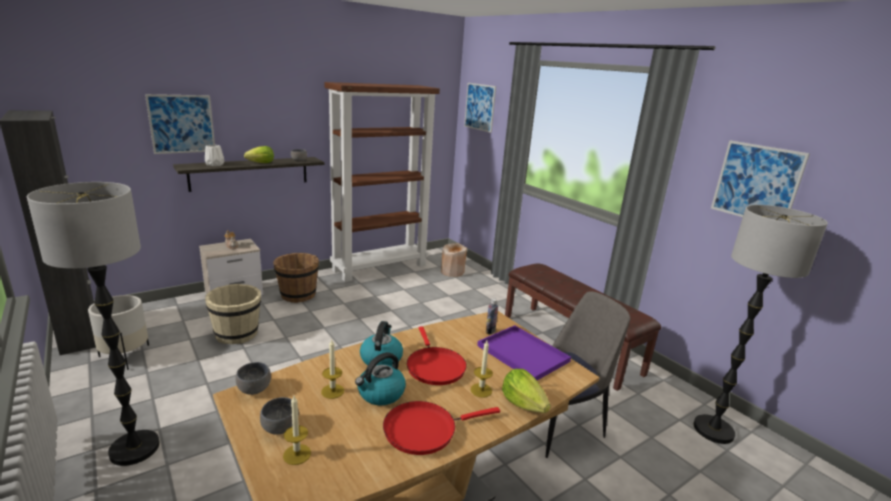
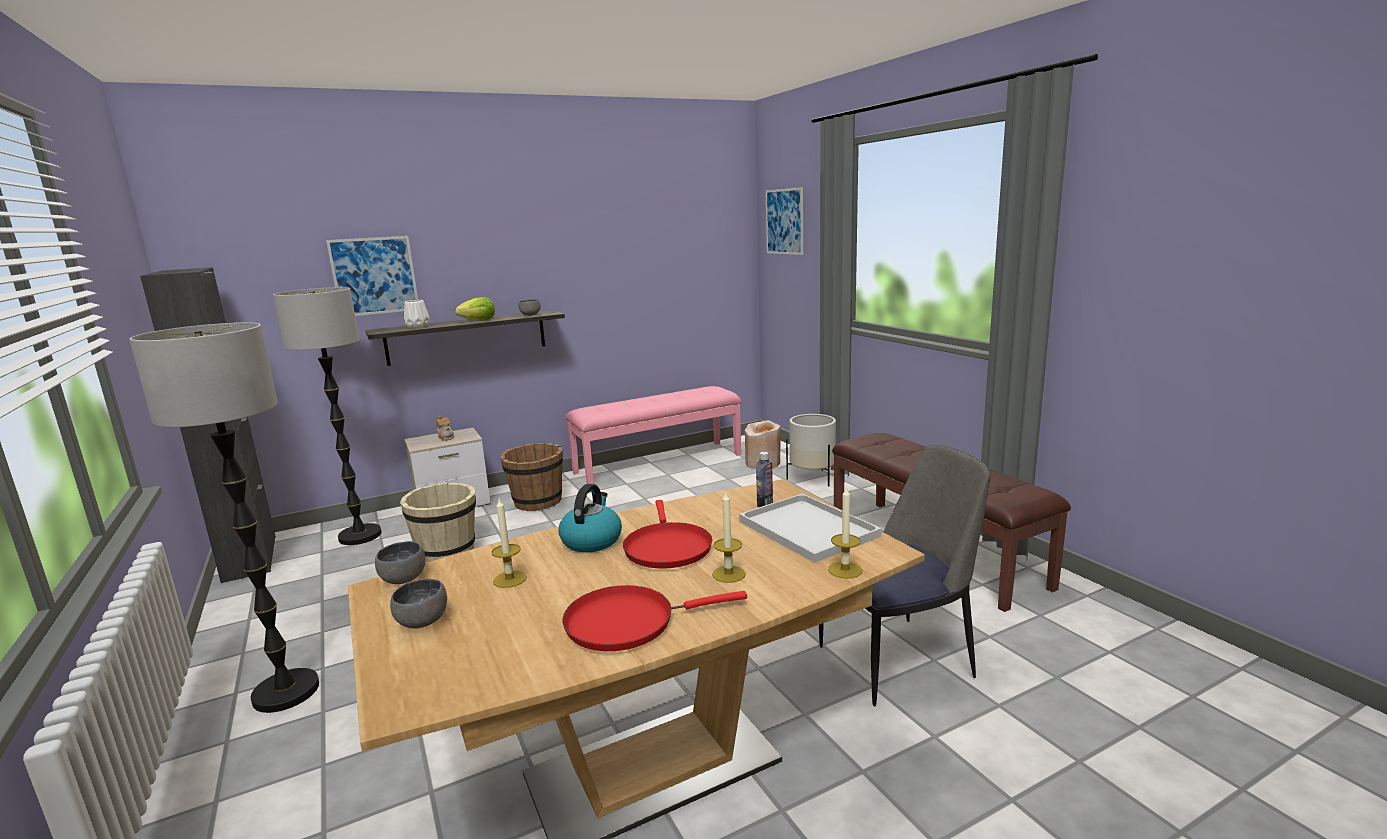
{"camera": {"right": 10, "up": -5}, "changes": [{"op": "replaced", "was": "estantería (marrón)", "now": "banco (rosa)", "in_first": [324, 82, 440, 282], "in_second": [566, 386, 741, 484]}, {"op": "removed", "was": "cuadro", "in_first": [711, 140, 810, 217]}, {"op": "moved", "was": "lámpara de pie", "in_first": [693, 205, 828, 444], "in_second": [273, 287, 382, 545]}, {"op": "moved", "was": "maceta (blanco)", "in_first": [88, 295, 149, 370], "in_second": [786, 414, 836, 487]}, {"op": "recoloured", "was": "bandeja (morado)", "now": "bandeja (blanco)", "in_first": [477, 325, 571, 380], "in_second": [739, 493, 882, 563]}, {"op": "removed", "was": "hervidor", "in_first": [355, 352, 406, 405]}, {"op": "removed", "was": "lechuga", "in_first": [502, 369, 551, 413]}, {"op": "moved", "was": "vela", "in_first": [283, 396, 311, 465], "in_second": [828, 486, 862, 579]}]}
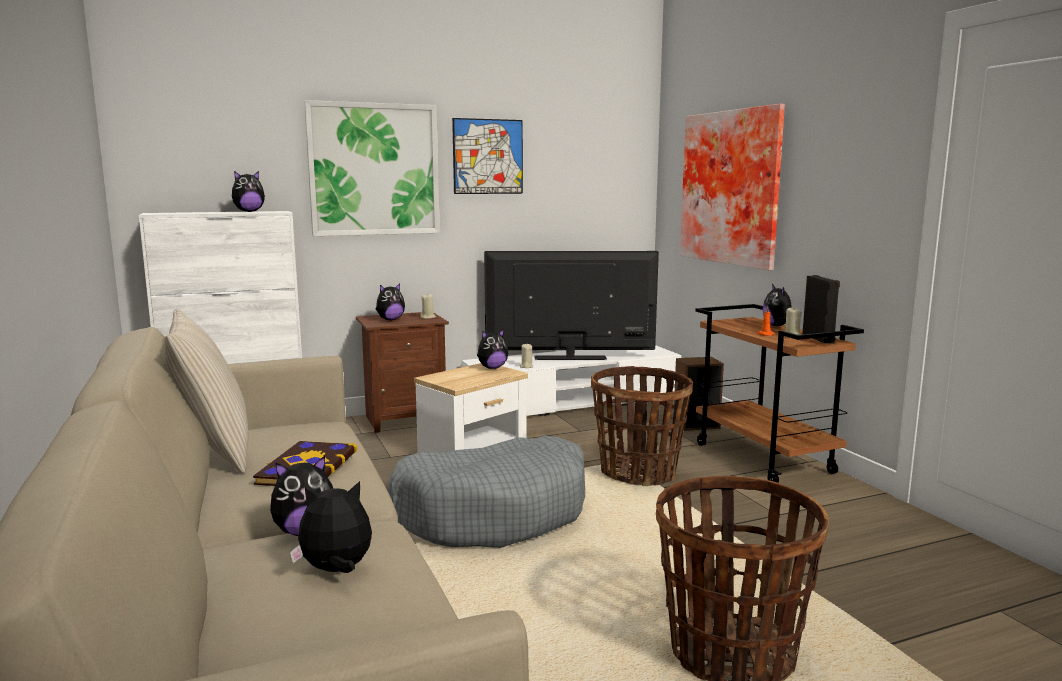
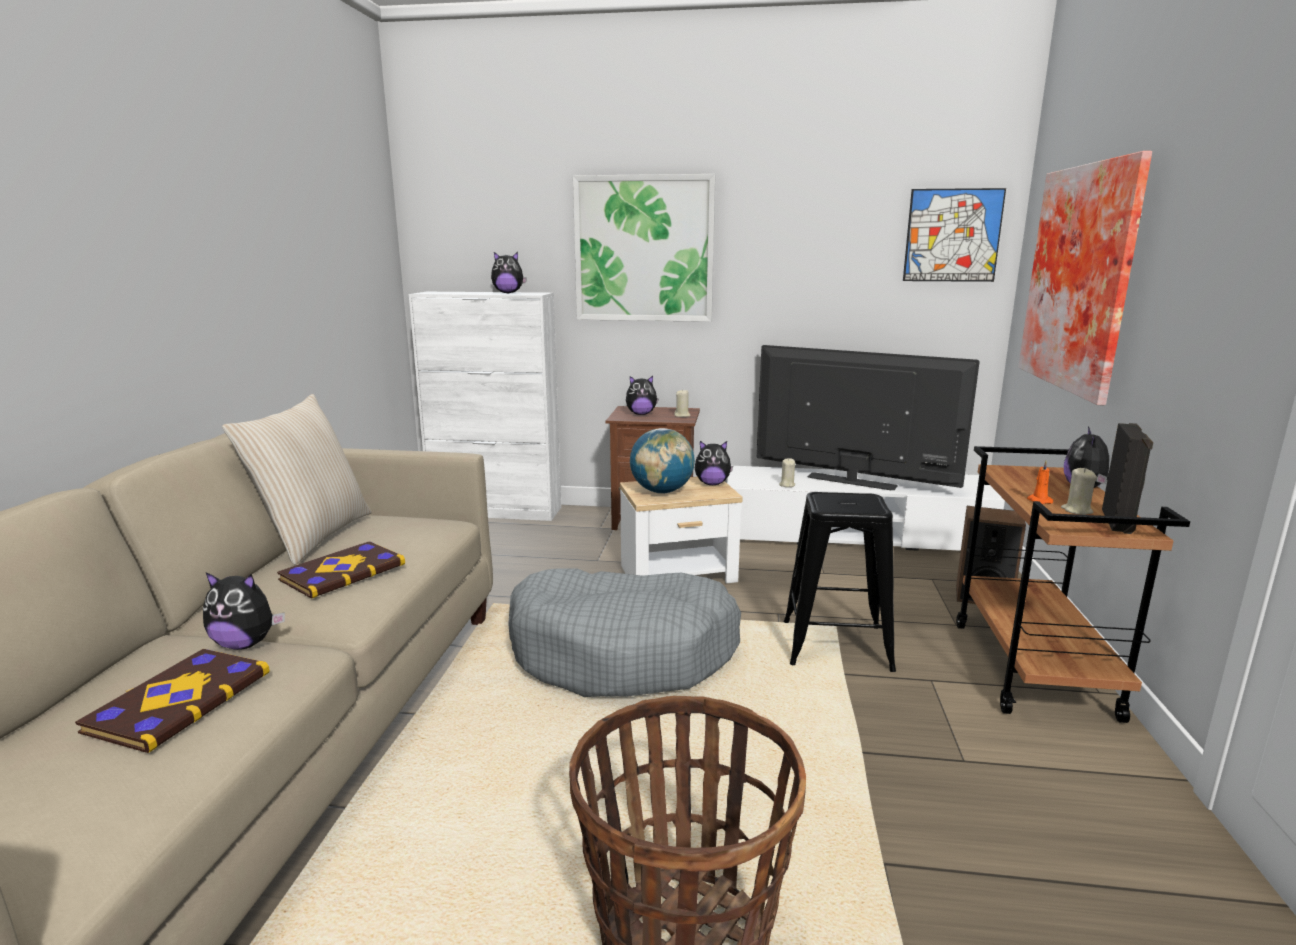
{"camera": {"right": 30, "up": 5}, "changes": [{"op": "moved", "was": "cuadro", "in_first": [452, 118, 523, 194], "in_second": [903, 188, 1006, 282]}, {"op": "replaced", "was": "cesta", "now": "taburete (negro)", "in_first": [591, 366, 693, 486], "in_second": [784, 492, 896, 672]}, {"op": "replaced", "was": "peluche", "now": "libro", "in_first": [290, 481, 372, 573], "in_second": [75, 649, 270, 753]}, {"op": "added", "now": "globo terráqueo", "in_second": [630, 428, 695, 494]}]}
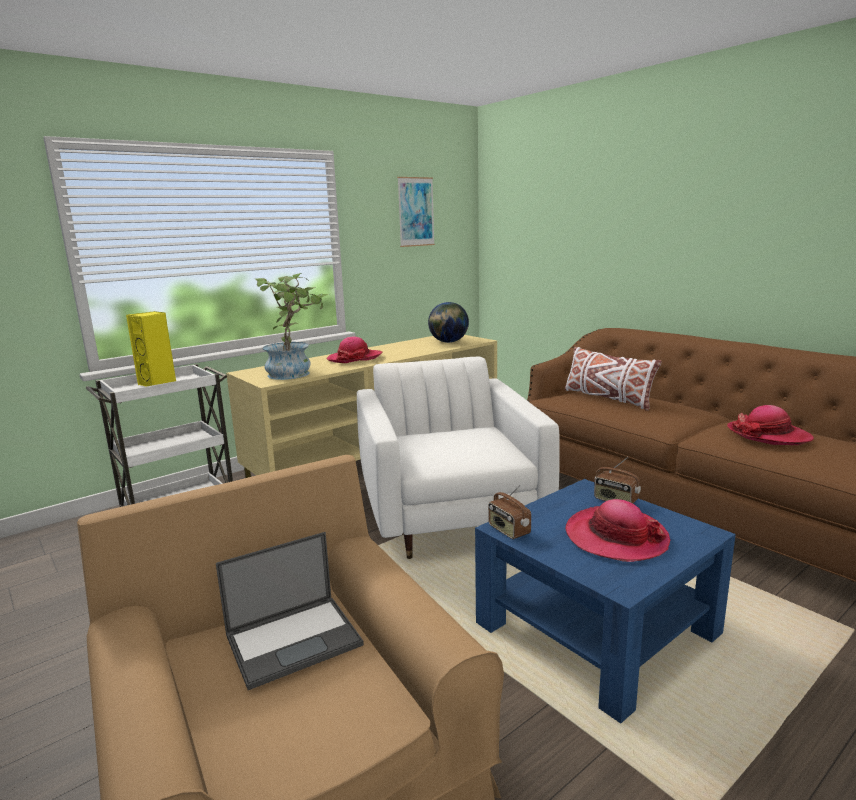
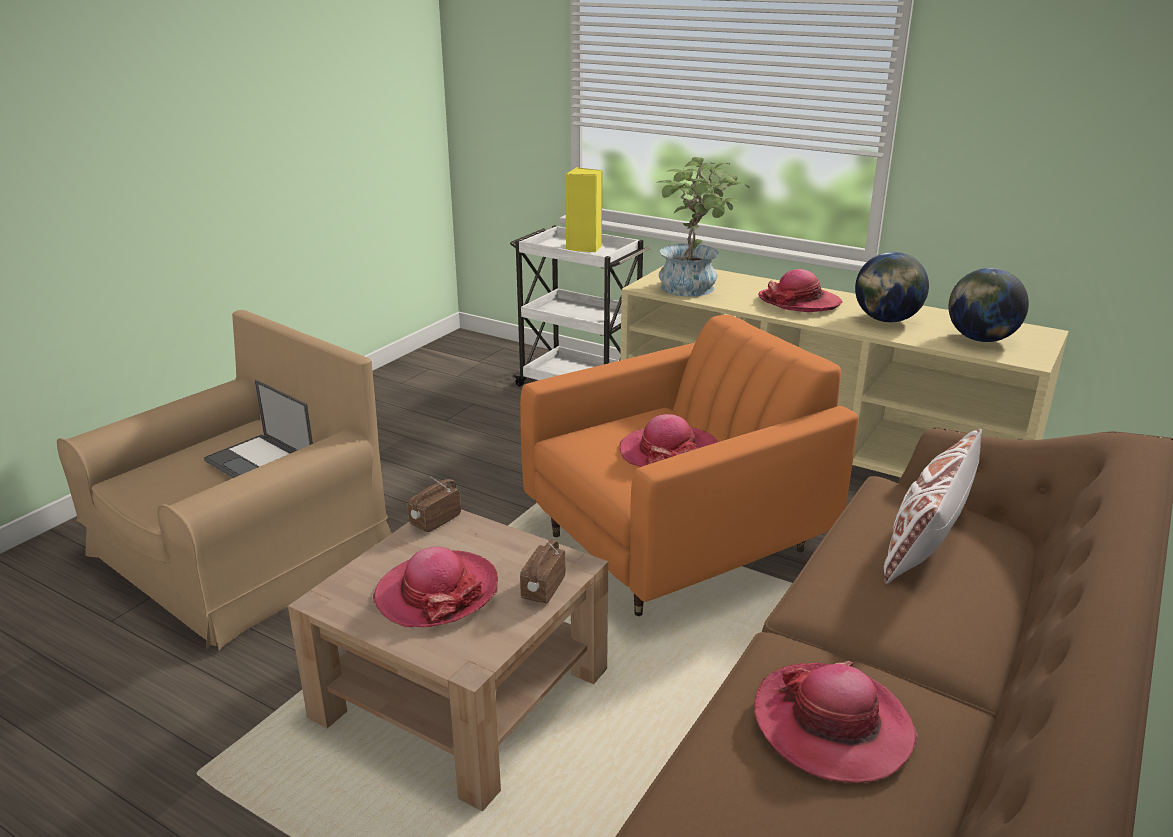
{"camera": {"right": 70, "up": 10}, "changes": [{"op": "removed", "was": "cuadro", "in_first": [397, 177, 435, 247]}, {"op": "recoloured", "was": "sillón (blanco)", "now": "sillón (naranja)", "in_first": [357, 357, 560, 559], "in_second": [520, 315, 859, 616]}, {"op": "recoloured", "was": "mesa de centro (azul)", "now": "mesa de centro (marrón)", "in_first": [475, 479, 736, 724], "in_second": [288, 509, 609, 812]}, {"op": "added", "now": "globo terráqueo", "in_second": [855, 252, 929, 322]}, {"op": "added", "now": "sombrero", "in_second": [620, 414, 718, 467]}]}
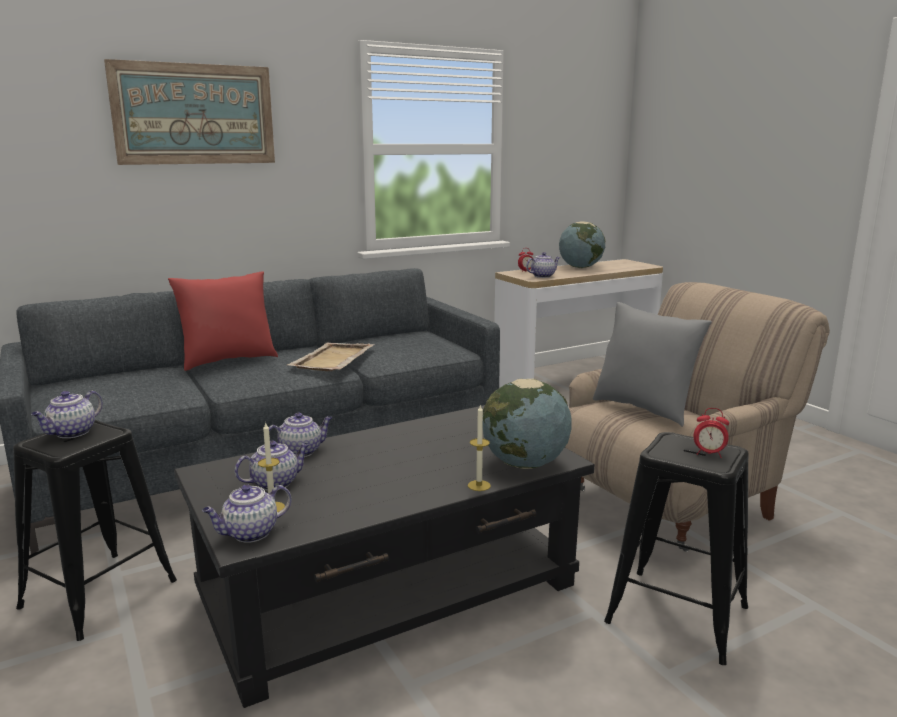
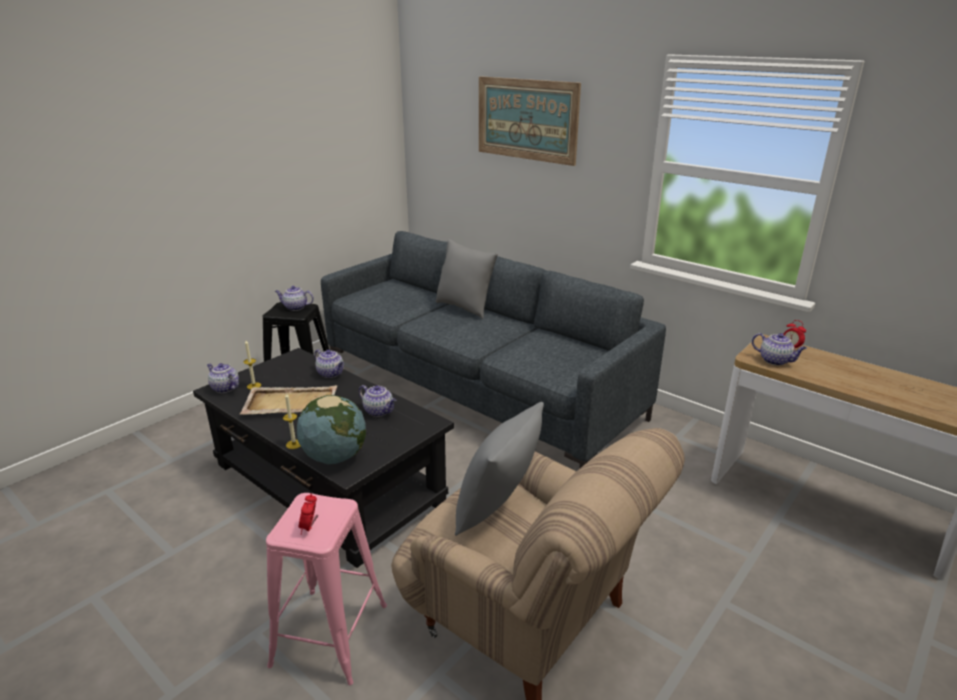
{"camera": {"right": 70, "up": 10}, "changes": [{"op": "removed", "was": "globo terráqueo", "in_first": [559, 221, 605, 268]}, {"op": "recoloured", "was": "cojín (rojo)", "now": "cojín (gris)", "in_first": [168, 272, 278, 371], "in_second": [435, 239, 498, 319]}, {"op": "moved", "was": "bandeja (beis)", "in_first": [287, 343, 375, 371], "in_second": [240, 385, 337, 415]}, {"op": "recoloured", "was": "taburete (negro)", "now": "taburete (rosa)", "in_first": [604, 432, 749, 665], "in_second": [266, 493, 387, 685]}, {"op": "moved", "was": "tetera", "in_first": [235, 441, 310, 491], "in_second": [359, 385, 396, 417]}]}
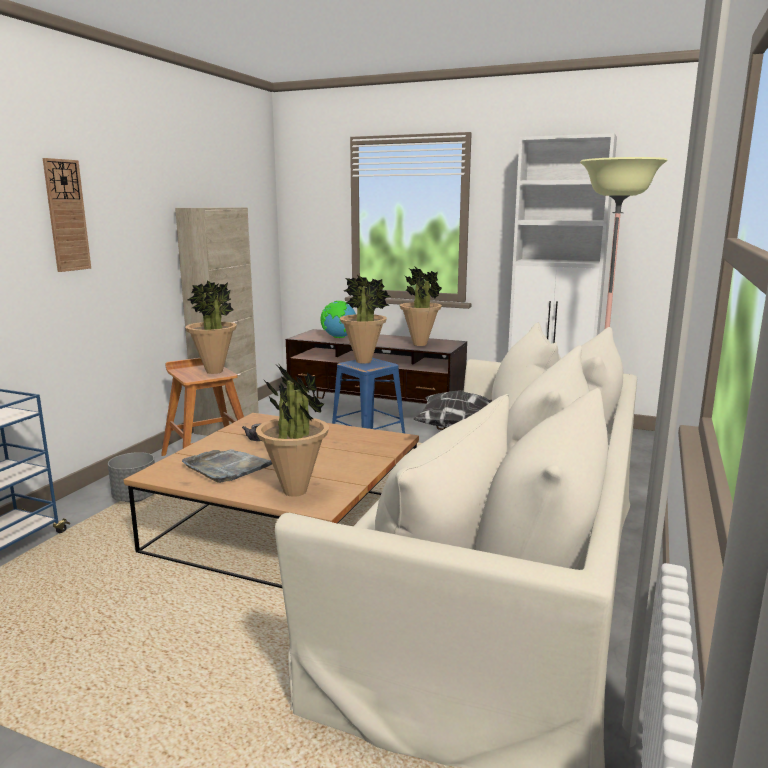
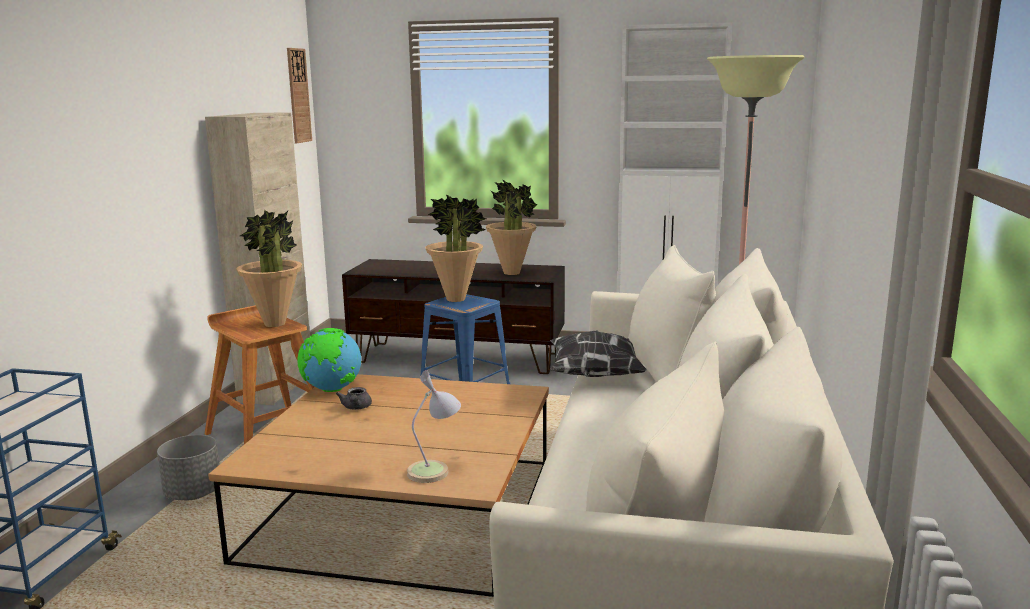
{"camera": {"right": -10, "up": 0}, "changes": [{"op": "moved", "was": "reloj de pared", "in_first": [43, 158, 91, 272], "in_second": [287, 48, 312, 143]}, {"op": "moved", "was": "globo terráqueo", "in_first": [321, 301, 356, 338], "in_second": [298, 328, 361, 392]}, {"op": "replaced", "was": "planta en maceta", "now": "lámpara de mesa", "in_first": [256, 366, 329, 497], "in_second": [407, 370, 461, 483]}, {"op": "removed", "was": "bandeja (gris)", "in_first": [182, 449, 272, 483]}]}
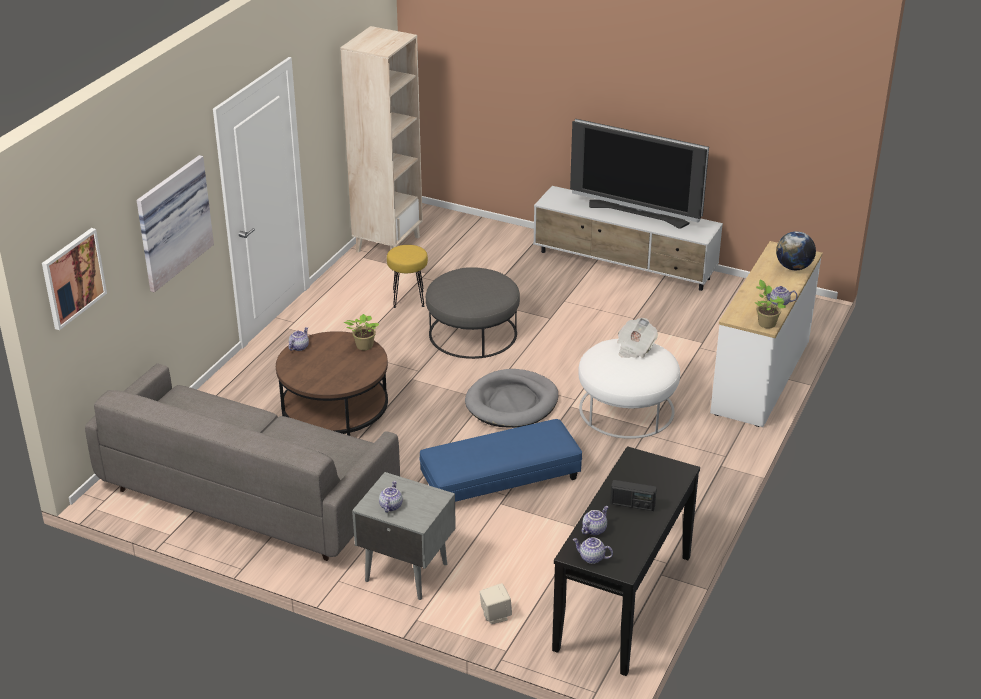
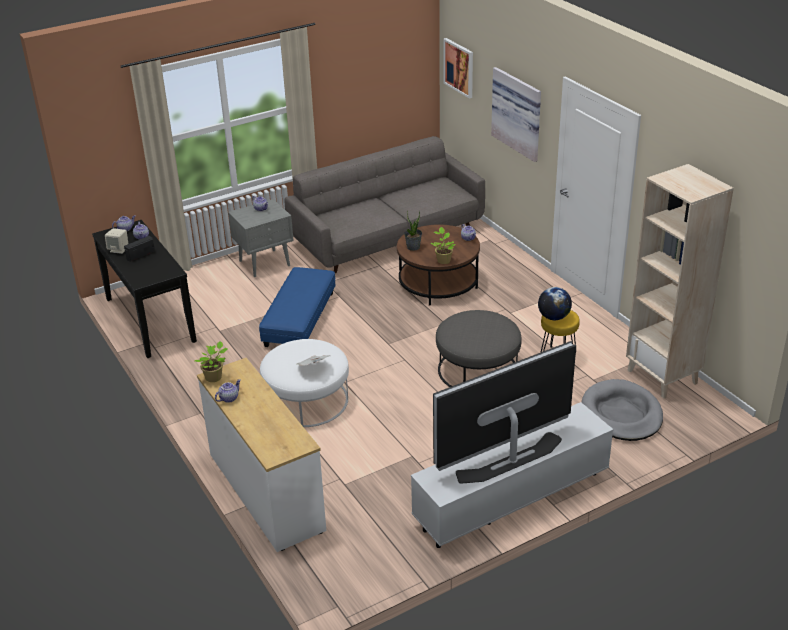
{"camera": {"right": 125, "up": 0}, "changes": [{"op": "moved", "was": "globo terráqueo", "in_first": [776, 231, 816, 270], "in_second": [538, 287, 572, 320]}, {"op": "moved", "was": "cama para perro (gris)", "in_first": [465, 369, 558, 428], "in_second": [582, 379, 663, 441]}, {"op": "moved", "was": "altavoz (beis)", "in_first": [480, 583, 512, 624], "in_second": [105, 228, 128, 254]}, {"op": "added", "now": "planta en maceta", "in_second": [404, 211, 422, 251]}]}
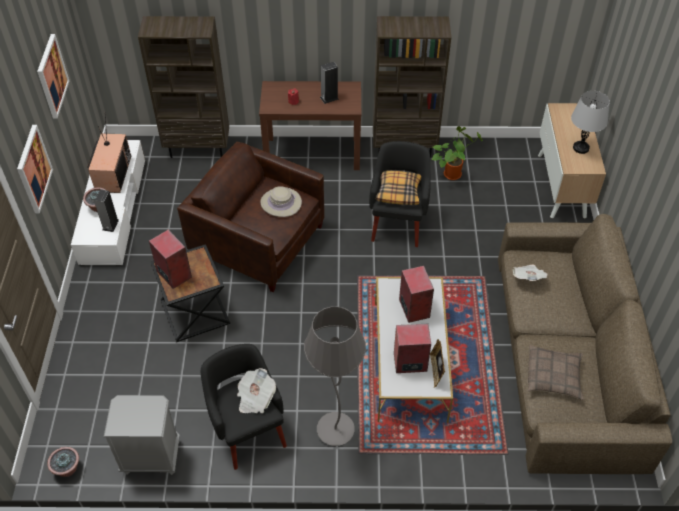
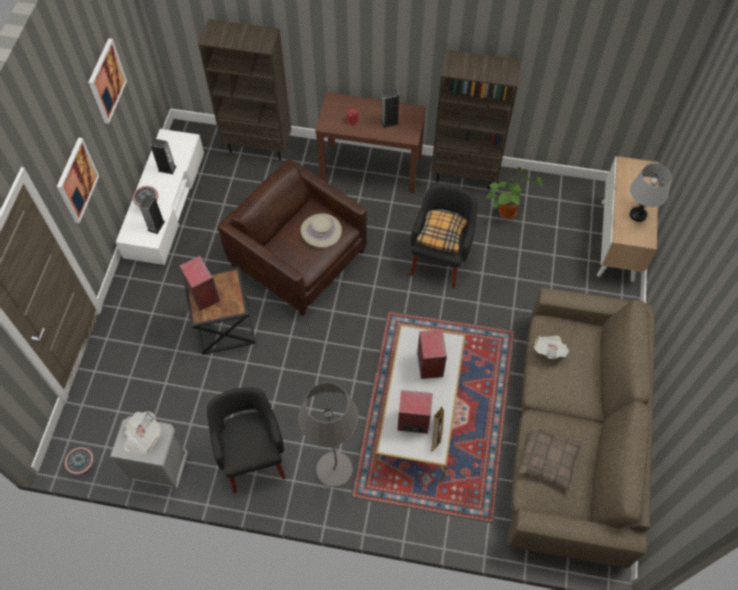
{"camera": {"right": 10, "up": 10}, "changes": [{"op": "replaced", "was": "televisor", "now": "altavoz", "in_first": [87, 115, 131, 193], "in_second": [150, 138, 176, 174]}, {"op": "moved", "was": "periódico", "in_first": [237, 368, 276, 413], "in_second": [124, 411, 161, 455]}]}
